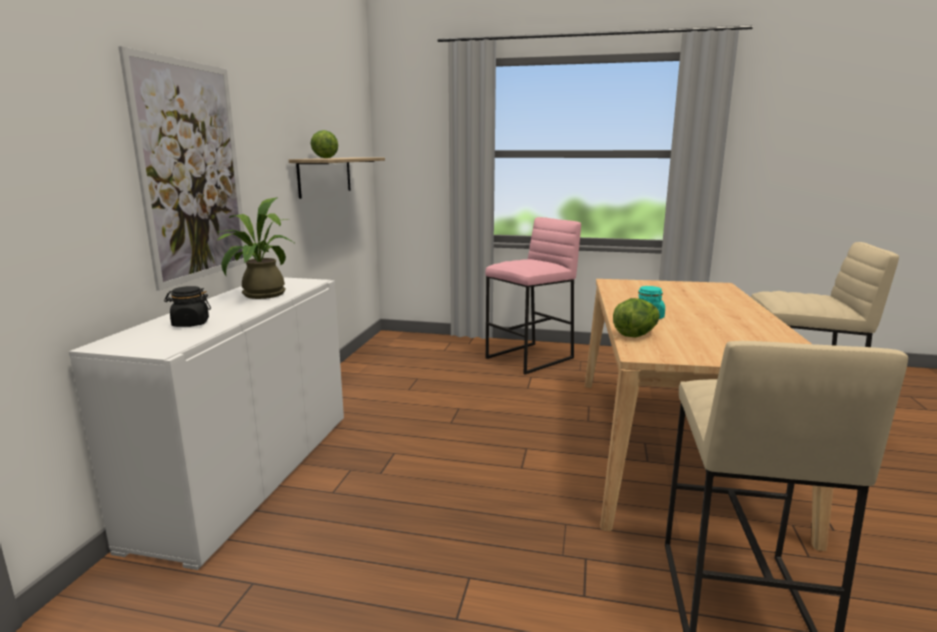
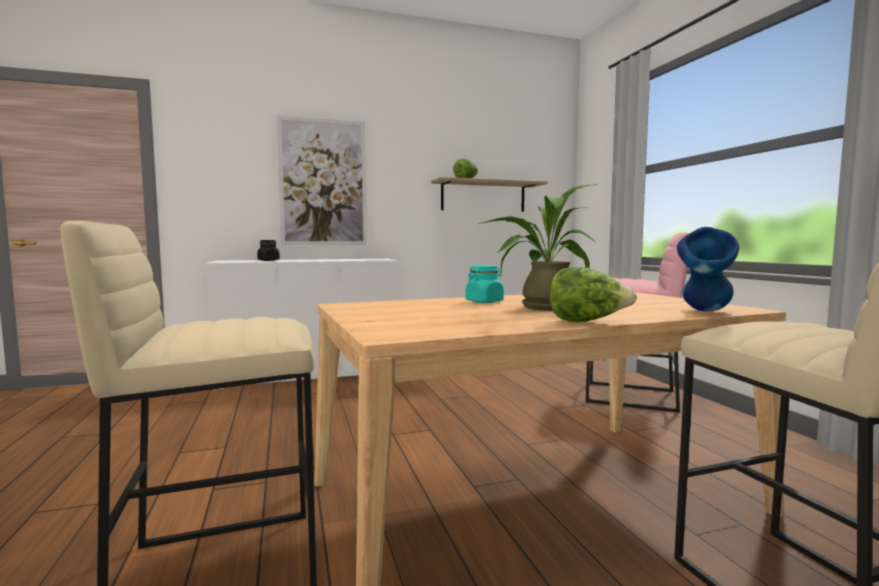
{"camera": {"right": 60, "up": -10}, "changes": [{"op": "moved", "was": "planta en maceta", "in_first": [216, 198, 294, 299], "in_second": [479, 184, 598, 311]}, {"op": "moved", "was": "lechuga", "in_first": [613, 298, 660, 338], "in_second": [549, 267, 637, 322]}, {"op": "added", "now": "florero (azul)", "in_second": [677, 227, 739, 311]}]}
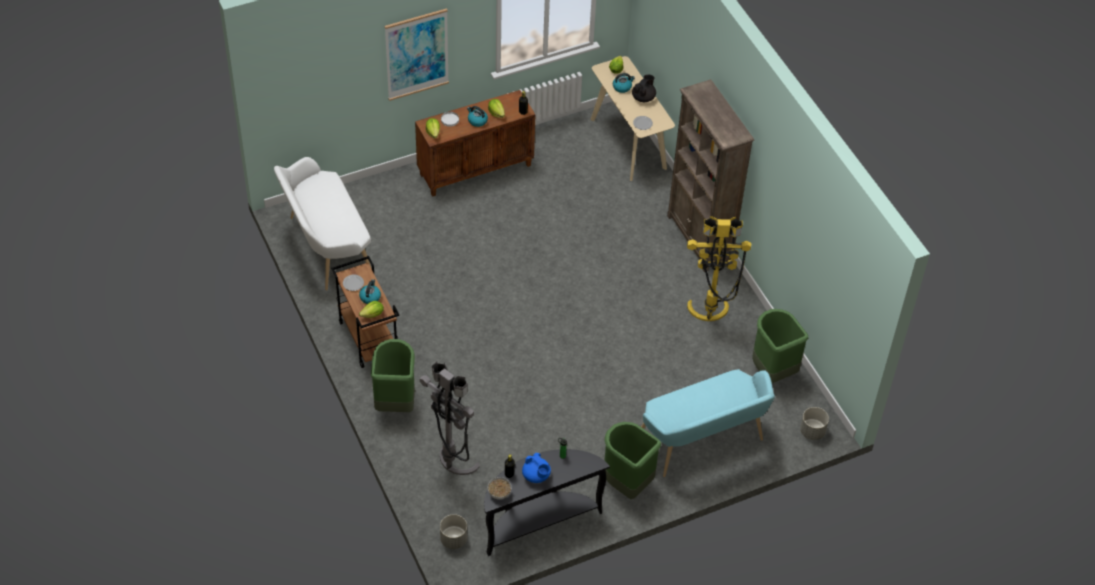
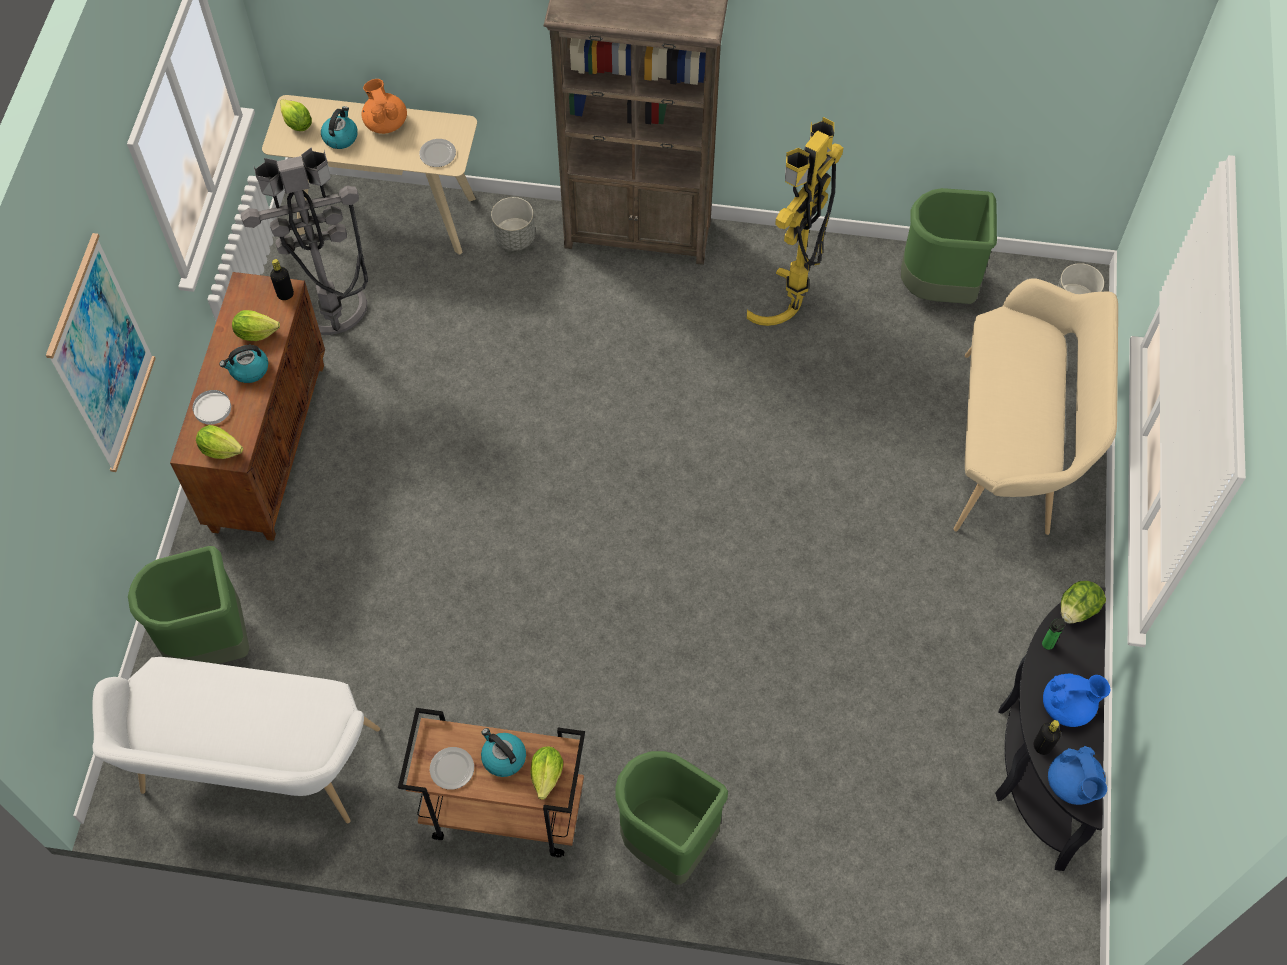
{"camera": {"right": -55, "up": 10}, "changes": [{"op": "recoloured", "was": "tetera (negro)", "now": "tetera (naranja)", "in_first": [632, 75, 656, 102], "in_second": [362, 79, 407, 134]}, {"op": "moved", "was": "lámpara de pie (gris)", "in_first": [420, 361, 480, 475], "in_second": [241, 147, 368, 335]}, {"op": "recoloured", "was": "banco (turquesa)", "now": "banco (beis)", "in_first": [641, 369, 775, 477], "in_second": [954, 278, 1118, 535]}, {"op": "moved", "was": "papelera (verde)", "in_first": [604, 422, 661, 499], "in_second": [128, 546, 249, 664]}, {"op": "replaced", "was": "cuenco", "now": "tetera (azul)", "in_first": [488, 477, 511, 499], "in_second": [1048, 746, 1107, 805]}, {"op": "moved", "was": "maceta (gris)", "in_first": [440, 514, 467, 549], "in_second": [491, 197, 535, 251]}, {"op": "added", "now": "lechuga", "in_second": [1061, 581, 1106, 623]}]}
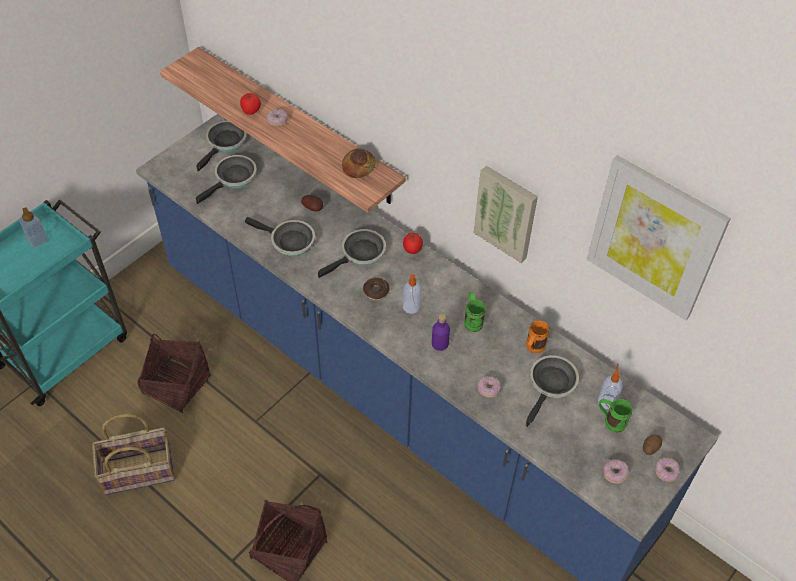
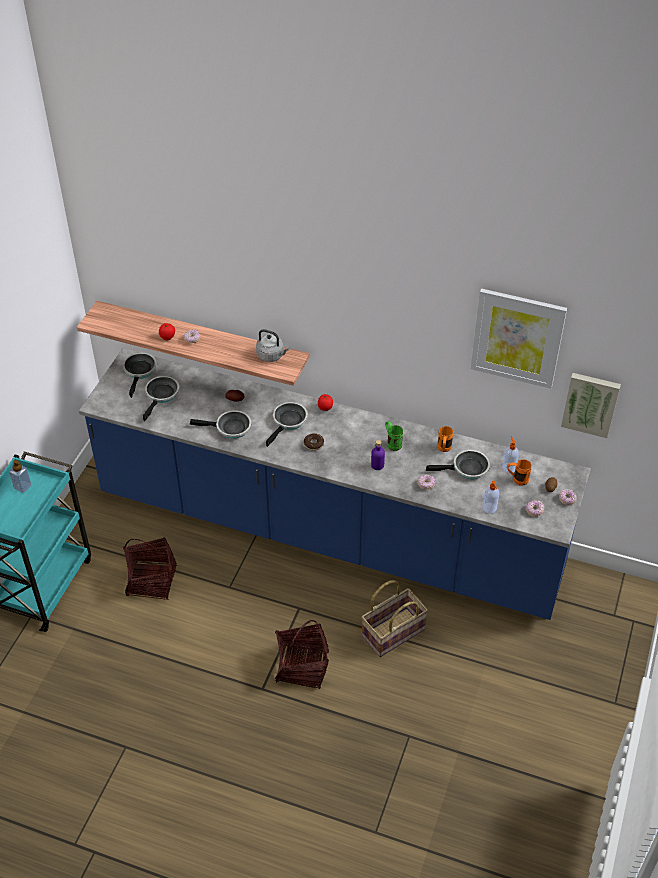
{"camera": {"right": -20, "up": -5}, "changes": [{"op": "replaced", "was": "pan", "now": "hervidor (gris)", "in_first": [342, 149, 376, 178], "in_second": [256, 329, 289, 362]}, {"op": "moved", "was": "cuadro", "in_first": [474, 166, 538, 263], "in_second": [561, 373, 621, 438]}, {"op": "moved", "was": "dispensador de jabón", "in_first": [403, 274, 421, 314], "in_second": [483, 481, 499, 513]}, {"op": "turned", "was": "sartén", "in_first": [526, 355, 579, 427], "in_second": [426, 450, 490, 479], "clockwise": 75}, {"op": "recoloured", "was": "taza grande (verde)", "now": "taza grande (naranja)", "in_first": [598, 399, 632, 433], "in_second": [507, 459, 532, 486]}, {"op": "moved", "was": "cesta", "in_first": [92, 413, 175, 495], "in_second": [361, 580, 428, 657]}]}
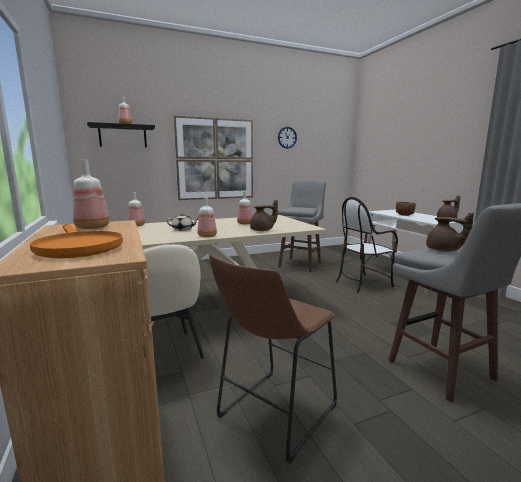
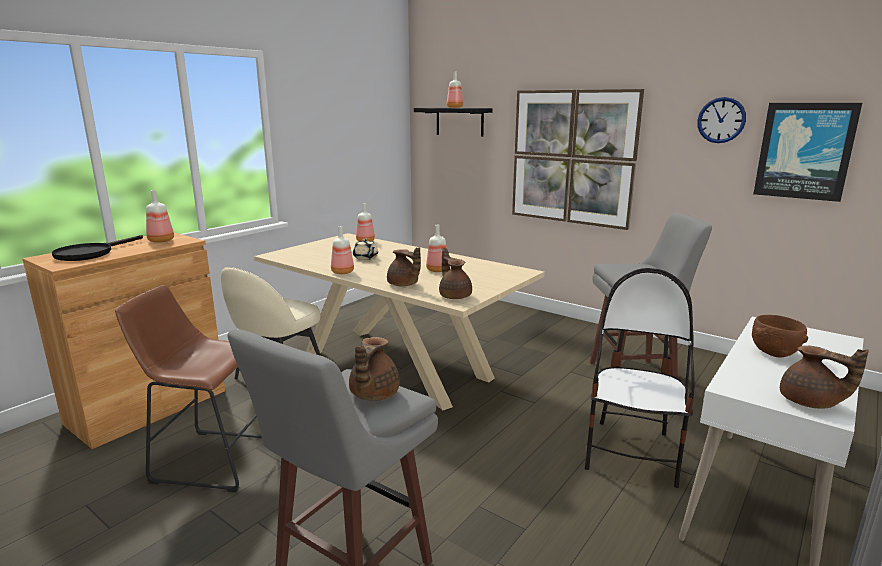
{"camera": {"right": 60, "up": 5}, "changes": [{"op": "turned", "was": "silla", "in_first": [336, 197, 398, 293], "in_second": [585, 268, 695, 488], "clockwise": 75}, {"op": "recoloured", "was": "sartén (naranja)", "now": "sartén (negro)", "in_first": [30, 224, 123, 258], "in_second": [52, 235, 143, 261]}, {"op": "added", "now": "cuadro", "in_second": [753, 103, 862, 202]}, {"op": "added", "now": "tetera (marrón)", "in_second": [439, 248, 472, 299]}]}
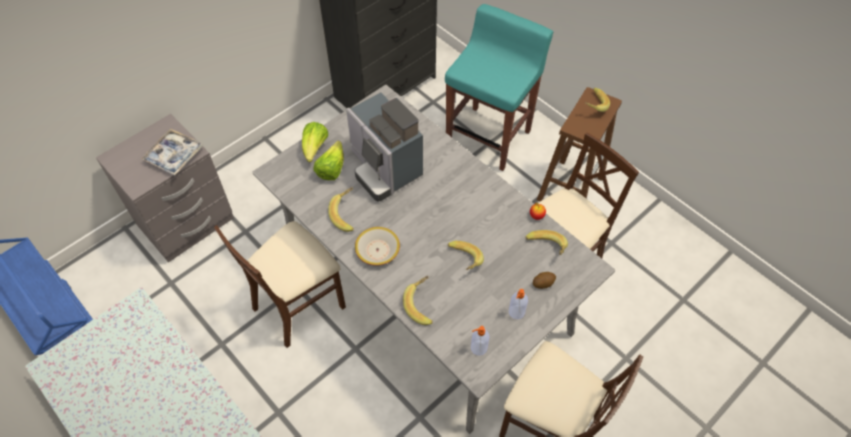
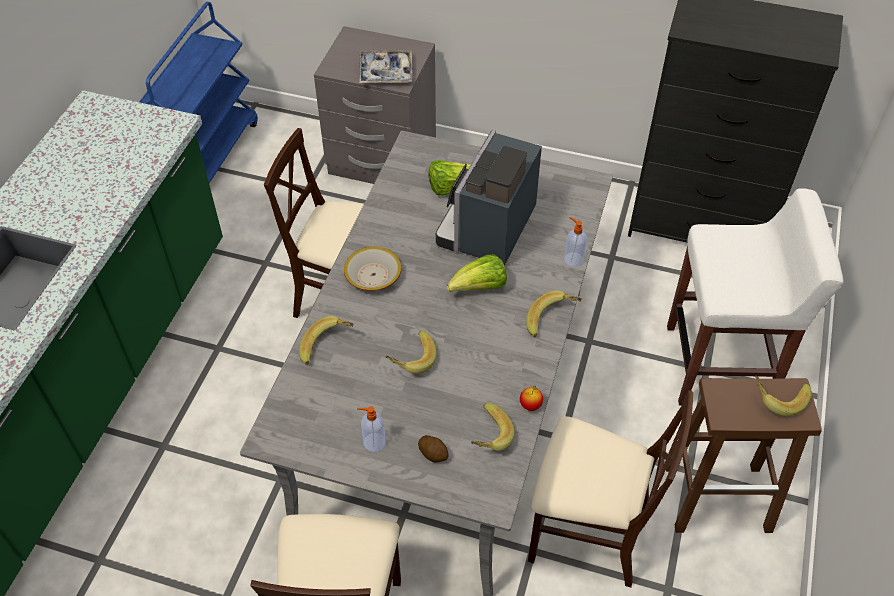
{"camera": {"right": 60, "up": -5}, "changes": [{"op": "recoloured", "was": "taburete (turquesa)", "now": "taburete (blanco)", "in_first": [445, 4, 553, 171], "in_second": [667, 188, 843, 405]}, {"op": "moved", "was": "lechuga", "in_first": [302, 122, 328, 162], "in_second": [447, 254, 507, 292]}, {"op": "moved", "was": "plátano", "in_first": [328, 187, 354, 232], "in_second": [526, 290, 582, 337]}, {"op": "moved", "was": "dispensador de jabón", "in_first": [471, 326, 489, 356], "in_second": [564, 217, 587, 267]}]}
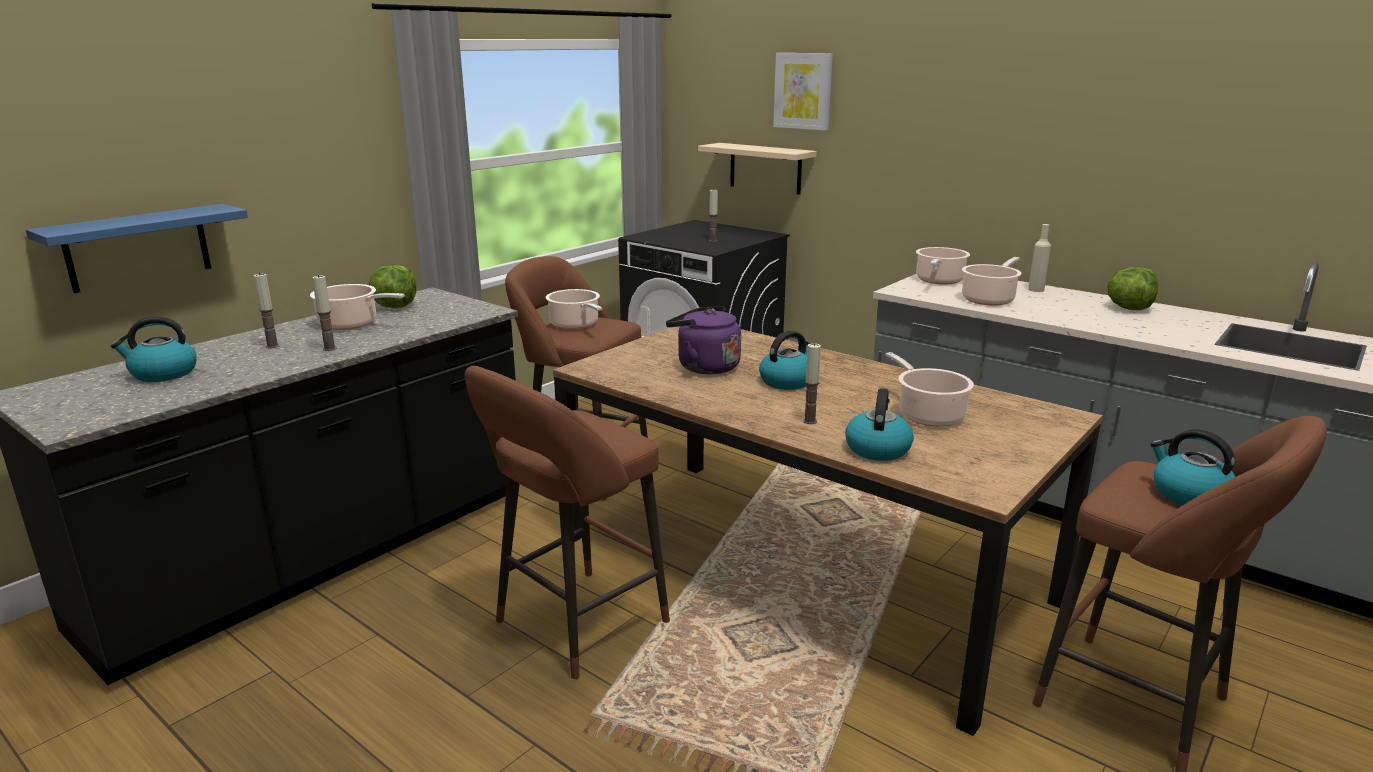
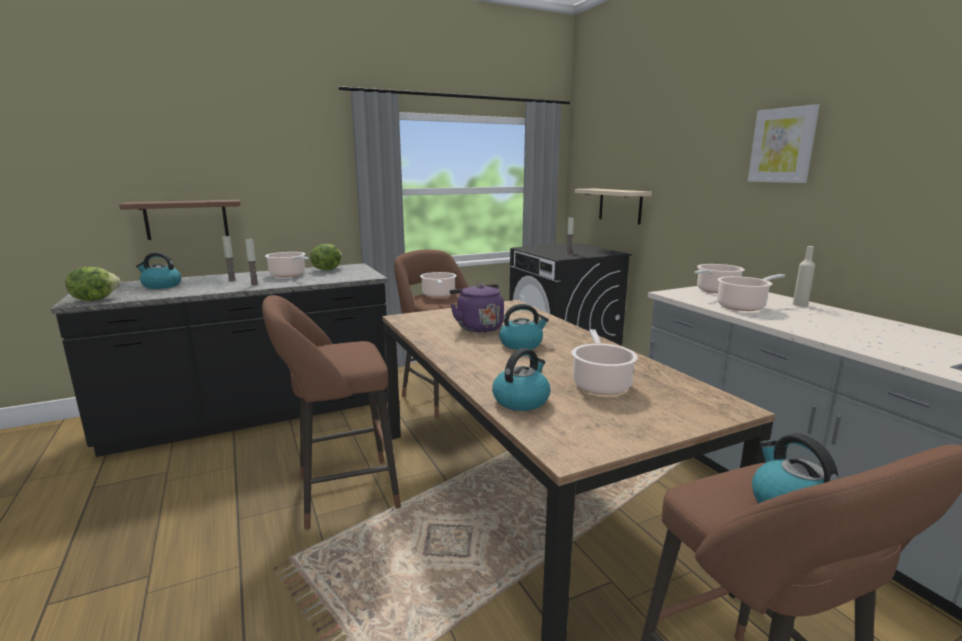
{"camera": {"right": 25, "up": -5}, "changes": [{"op": "moved", "was": "cuadro", "in_first": [773, 53, 833, 131], "in_second": [748, 104, 820, 183]}, {"op": "recoloured", "was": "estante (azul)", "now": "estante (marrón)", "in_first": [26, 204, 248, 293], "in_second": [119, 200, 240, 240]}, {"op": "moved", "was": "lechuga", "in_first": [1107, 267, 1158, 310], "in_second": [65, 266, 121, 301]}, {"op": "removed", "was": "vela", "in_first": [803, 343, 821, 424]}]}
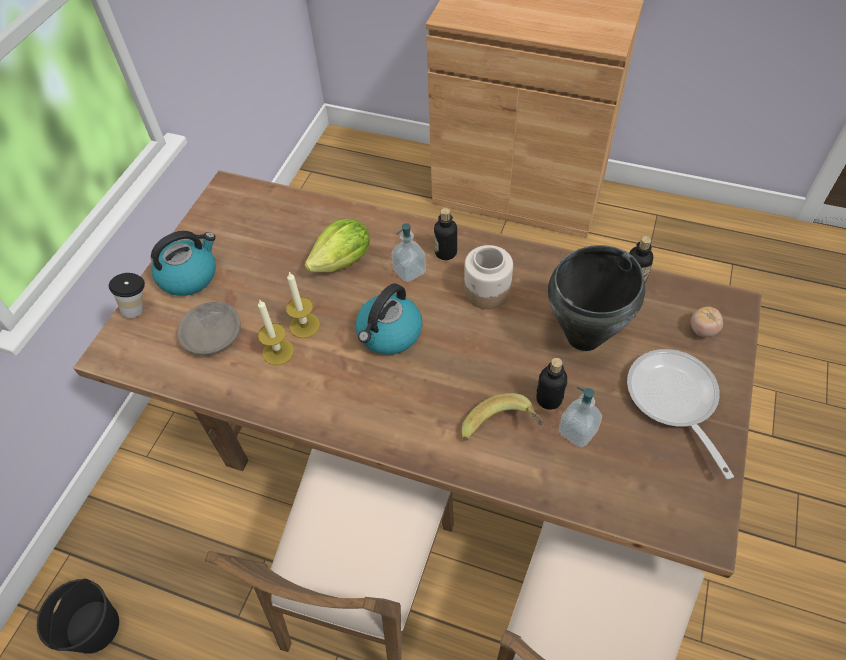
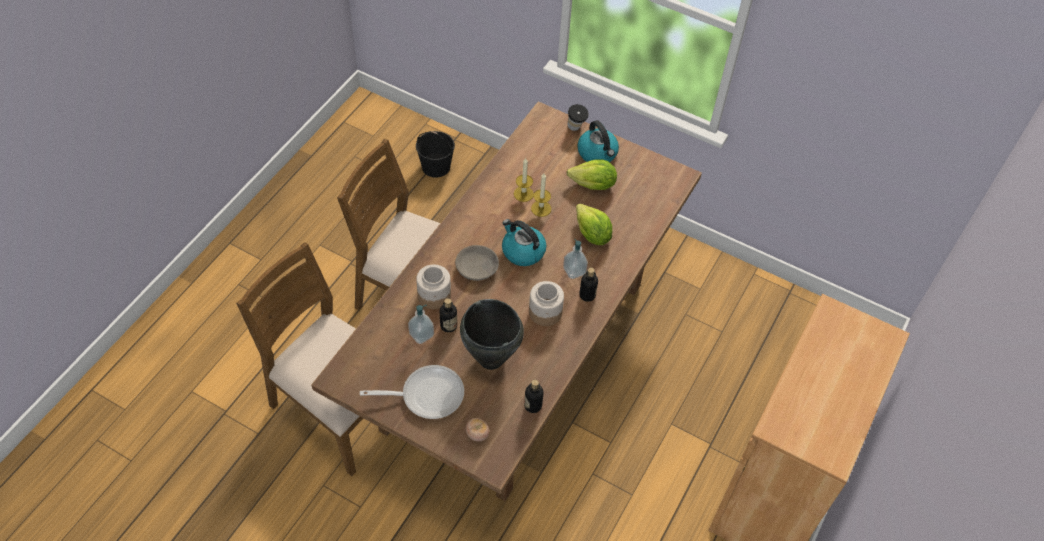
{"camera": {"right": 95, "up": 0}, "changes": [{"op": "moved", "was": "cuenco (gris)", "in_first": [177, 302, 241, 355], "in_second": [455, 245, 499, 281]}, {"op": "replaced", "was": "plátano", "now": "tarro", "in_first": [461, 393, 543, 441], "in_second": [416, 265, 451, 309]}, {"op": "added", "now": "lechuga", "in_second": [567, 159, 617, 190]}]}
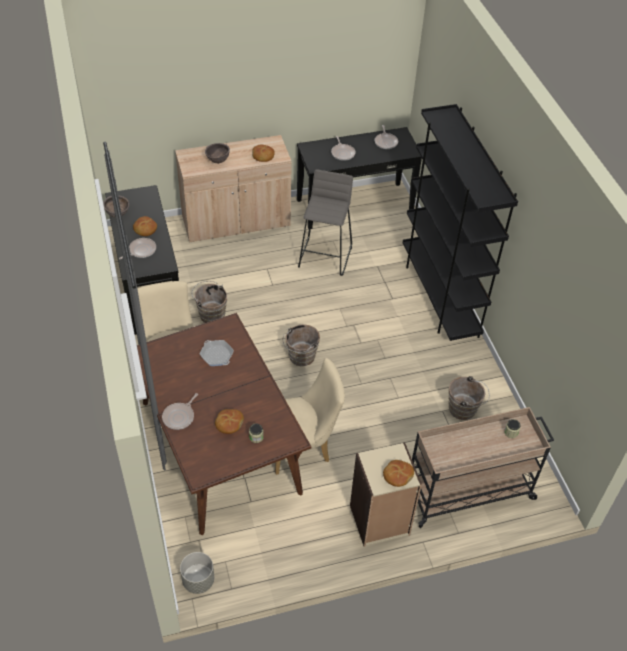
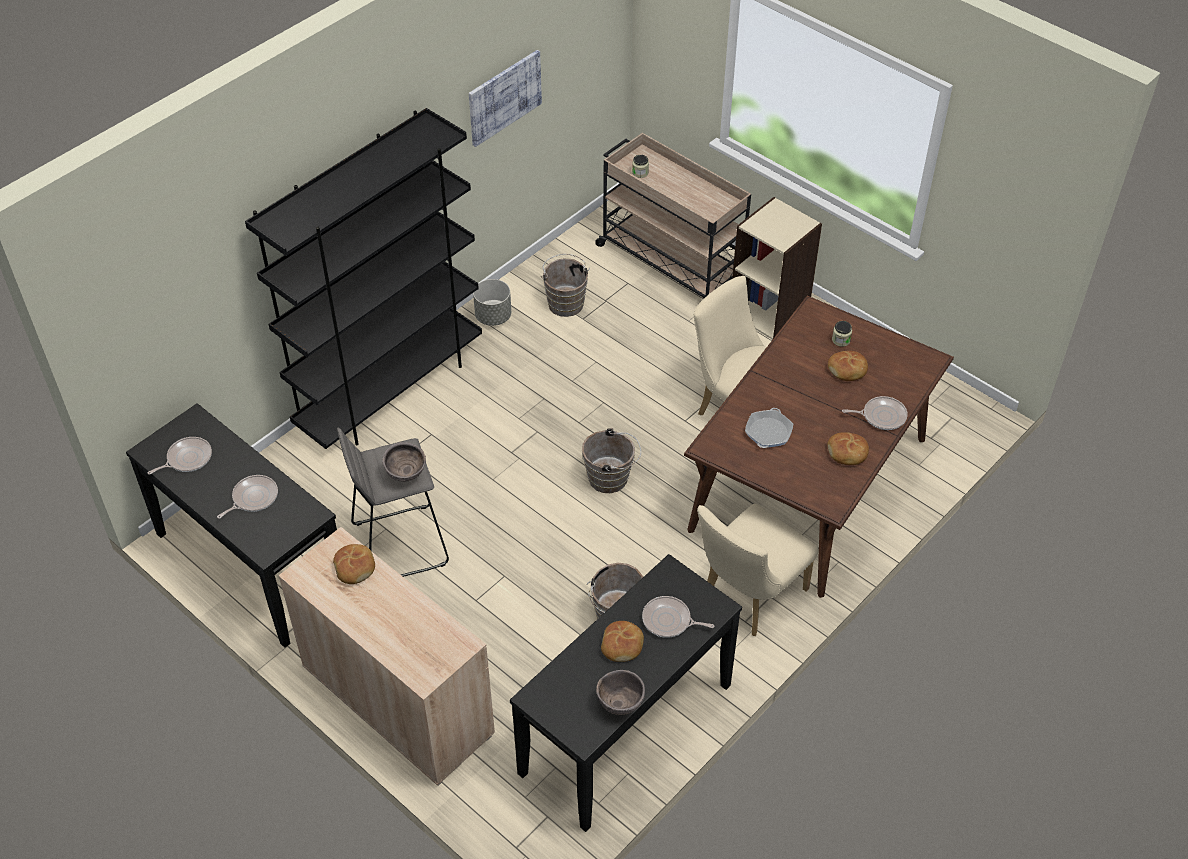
{"camera": {"right": -120, "up": 0}, "changes": [{"op": "moved", "was": "cuenco (marrón)", "in_first": [205, 143, 230, 163], "in_second": [382, 442, 426, 482]}, {"op": "moved", "was": "pan", "in_first": [383, 460, 414, 487], "in_second": [827, 432, 869, 465]}, {"op": "moved", "was": "maceta (gris)", "in_first": [180, 552, 214, 594], "in_second": [473, 279, 511, 326]}, {"op": "added", "now": "cuadro", "in_second": [469, 50, 542, 147]}]}
